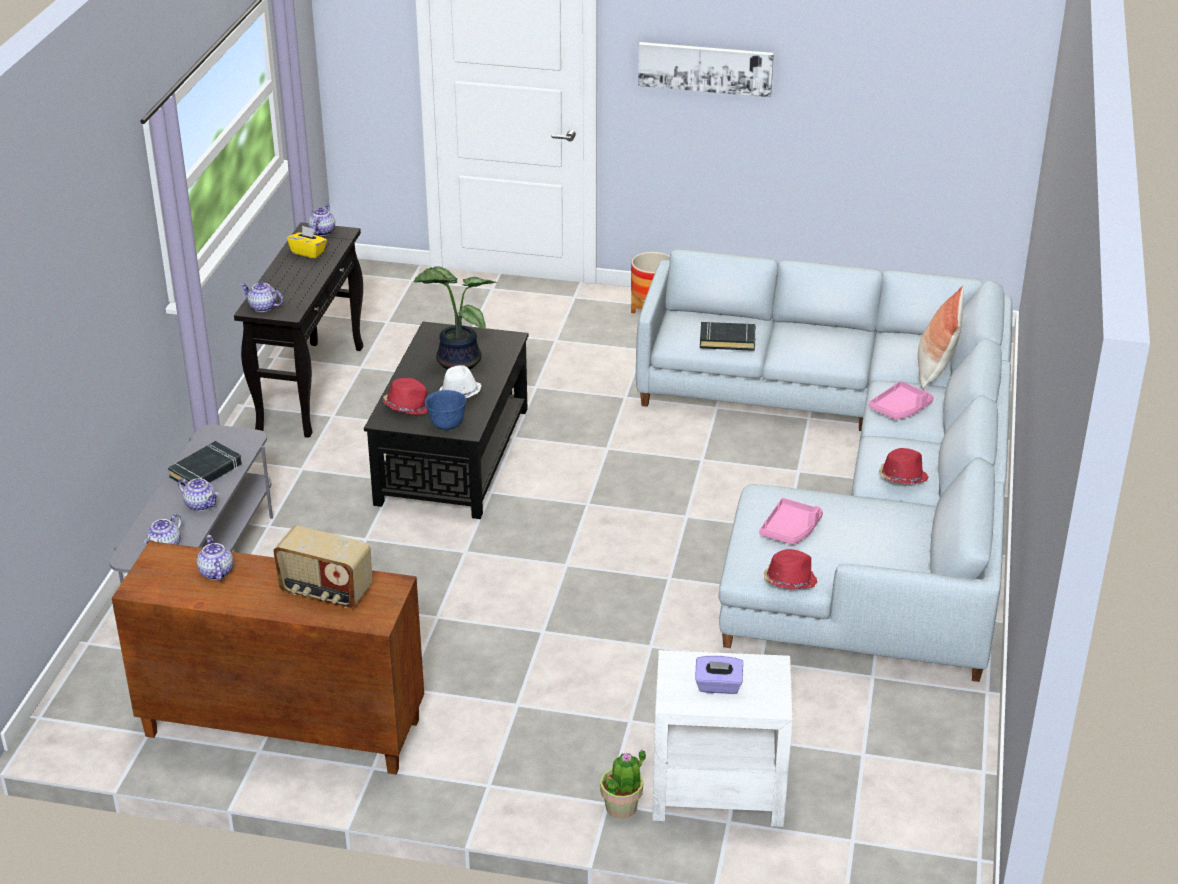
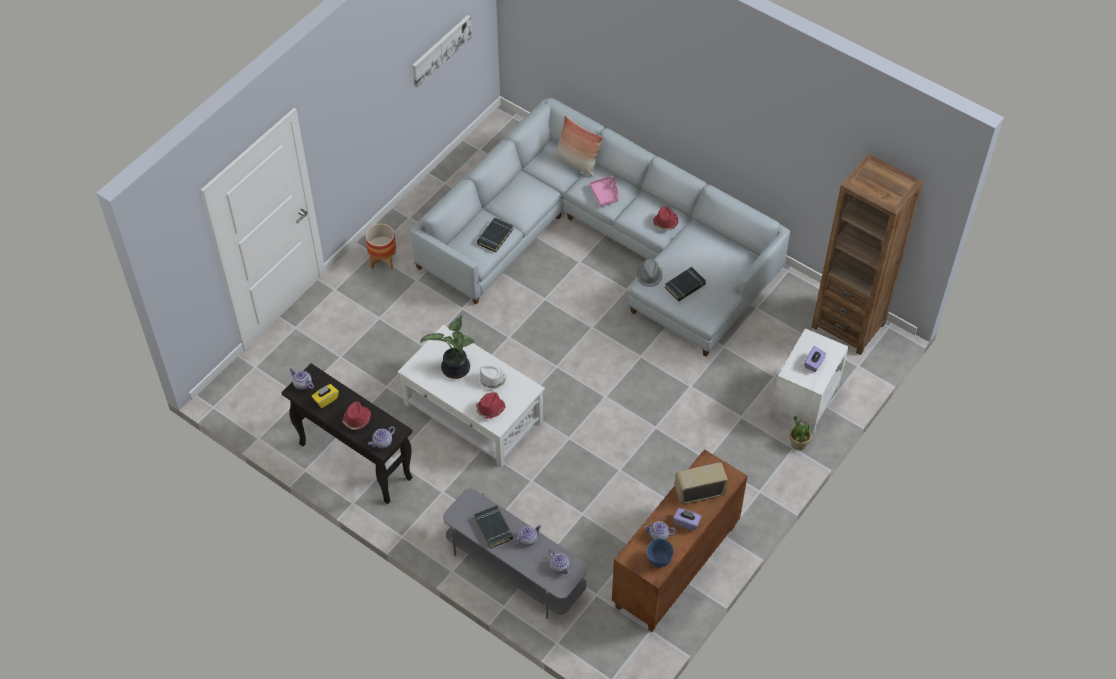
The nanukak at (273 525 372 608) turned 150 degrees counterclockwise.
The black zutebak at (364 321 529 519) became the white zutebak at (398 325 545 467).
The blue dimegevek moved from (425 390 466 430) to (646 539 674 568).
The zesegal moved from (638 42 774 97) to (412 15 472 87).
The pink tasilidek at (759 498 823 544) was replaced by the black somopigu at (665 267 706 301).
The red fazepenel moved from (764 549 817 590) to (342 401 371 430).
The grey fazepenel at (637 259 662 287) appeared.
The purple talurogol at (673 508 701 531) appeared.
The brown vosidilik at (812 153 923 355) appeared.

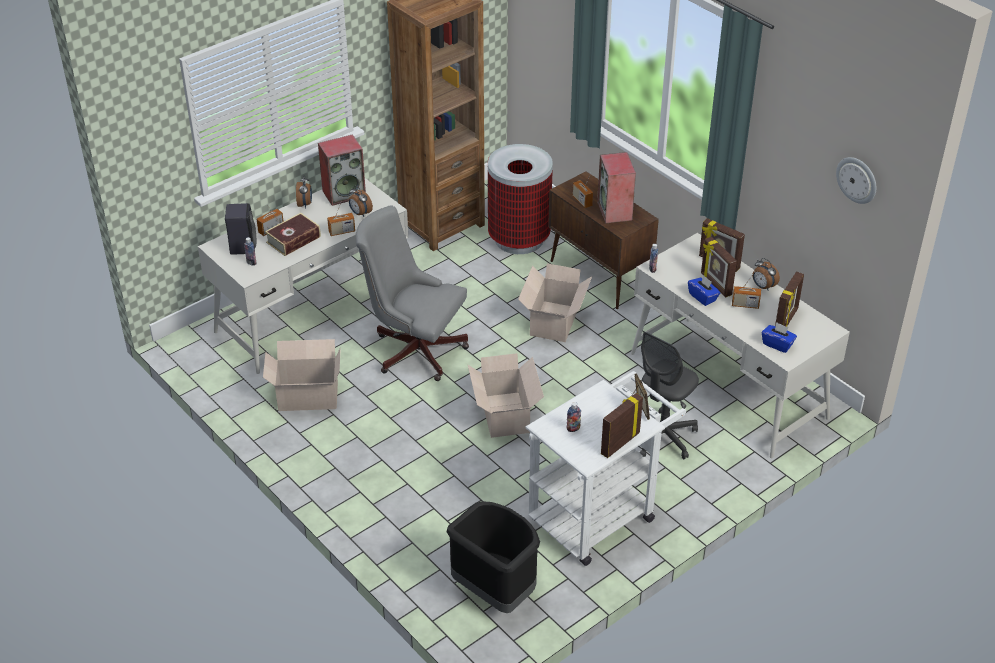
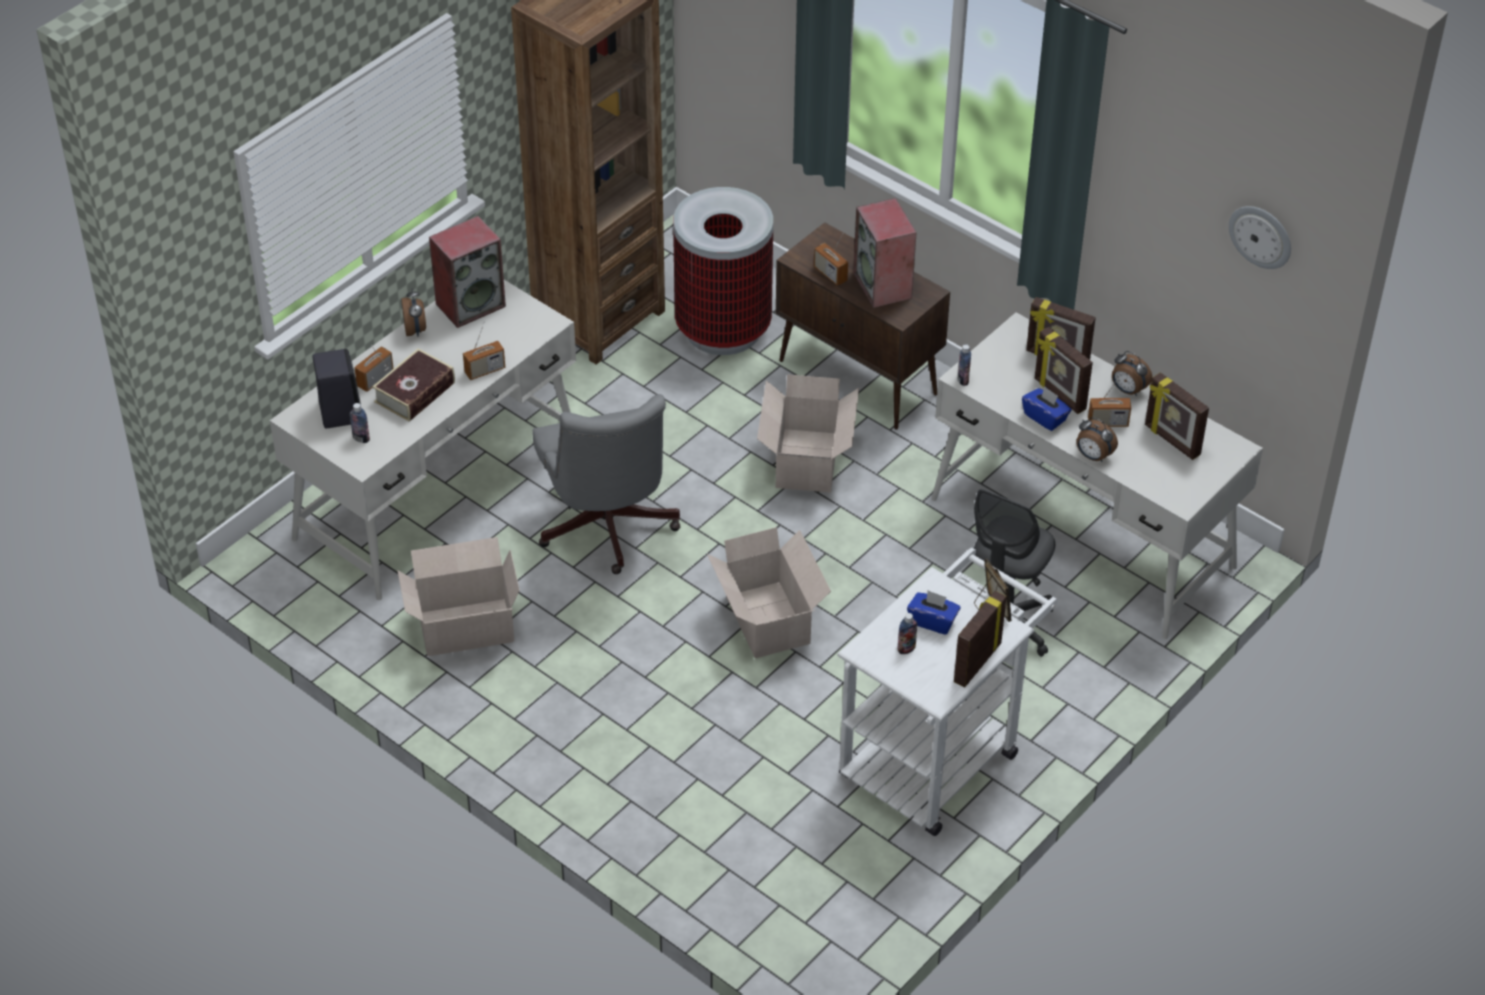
The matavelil moved from (349 186 373 217) to (1076 417 1118 462).
The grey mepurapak at (355 205 469 381) turned 120 degrees counterclockwise.
The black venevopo at (447 501 540 613) disappeared.
The blue talurogol moved from (762 322 797 353) to (907 590 961 635).
The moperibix at (775 272 804 327) turned 120 degrees clockwise.

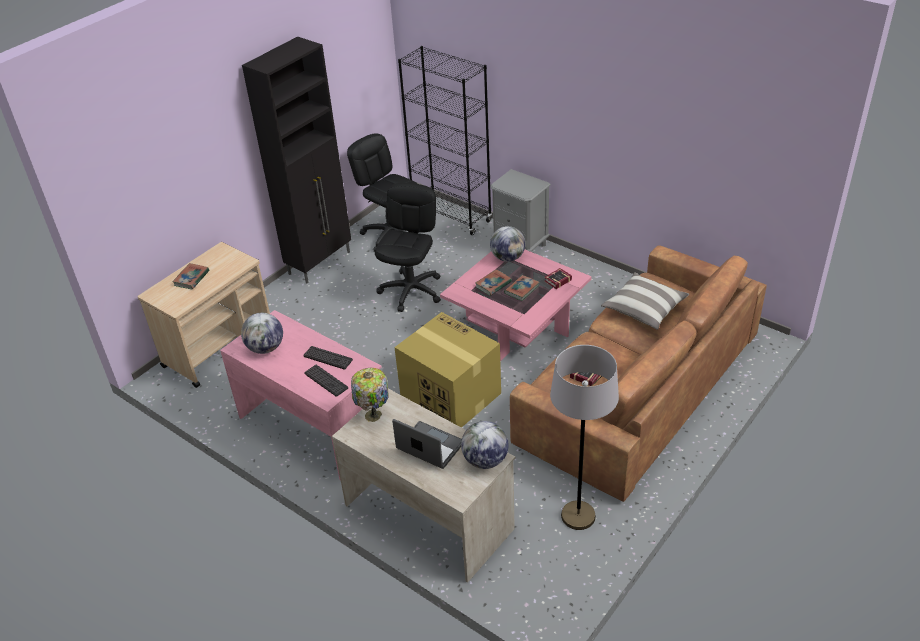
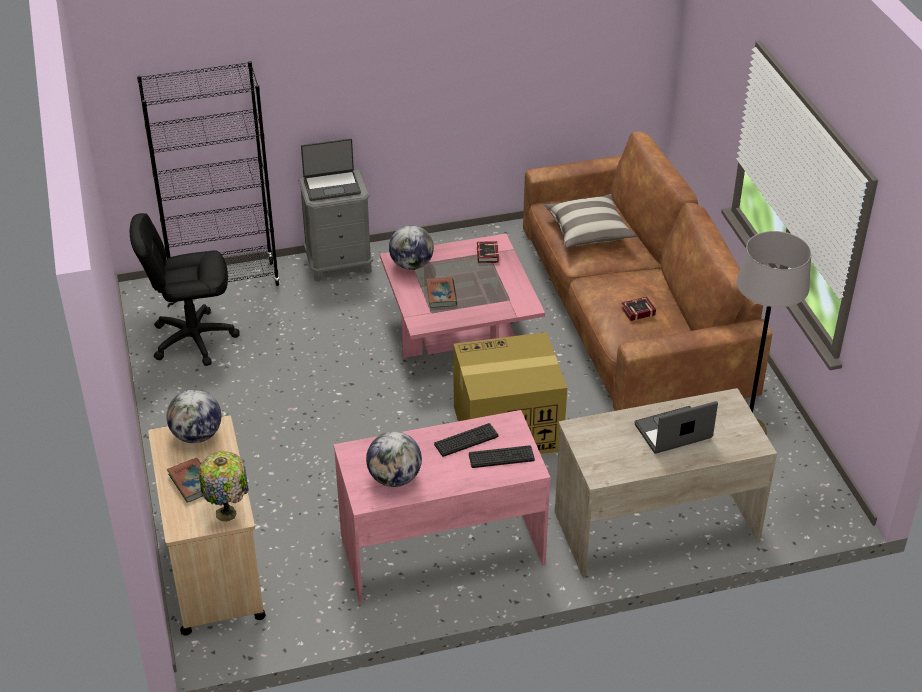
The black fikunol at (242 37 351 283) disappeared.
The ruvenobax moved from (351 368 388 422) to (199 451 248 522).
The black mepurapak at (375 183 441 312) disappeared.
The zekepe moved from (461 421 509 469) to (166 389 221 443).
The somopigu at (504 275 540 301) disappeared.
The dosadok at (301 138 361 201) appeared.

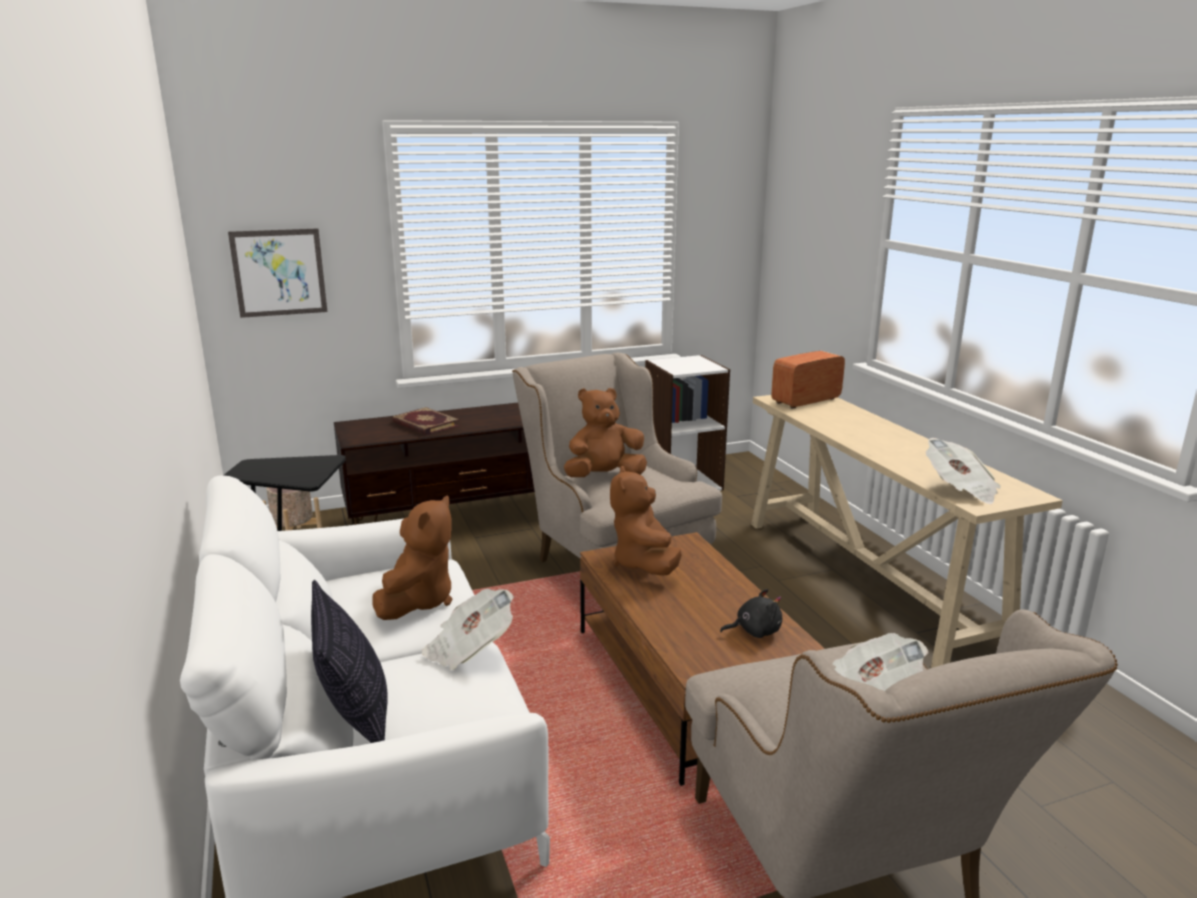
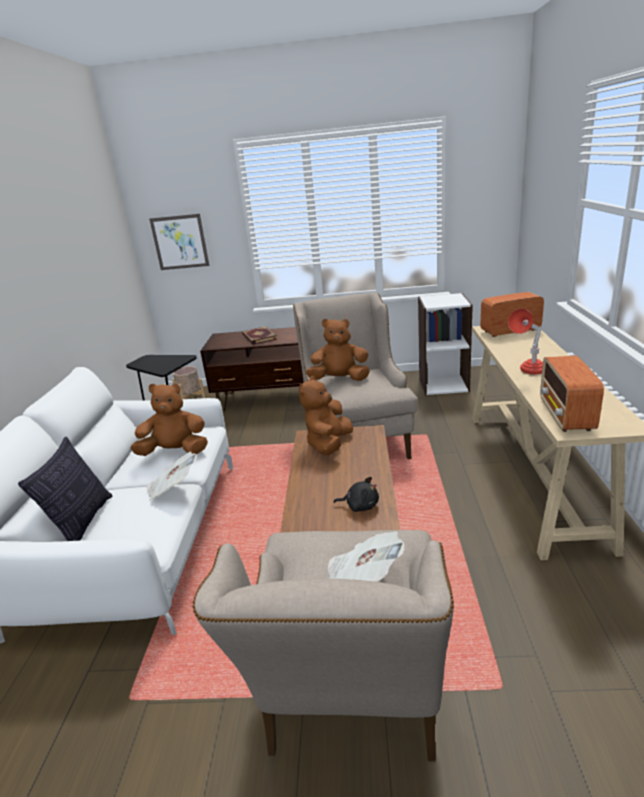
The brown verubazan at (372 496 452 620) turned 135 degrees counterclockwise.
The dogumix at (926 438 1000 504) was replaced by the nanukak at (540 356 604 432).
The red ruvenobax at (508 309 543 374) appeared.

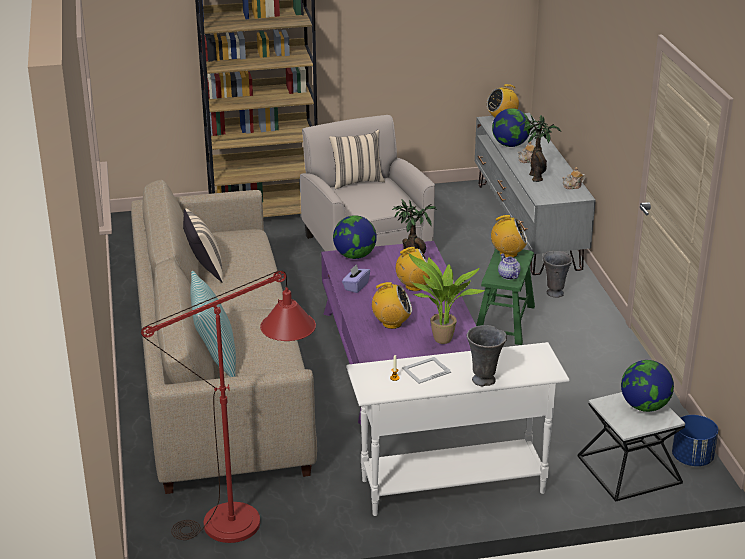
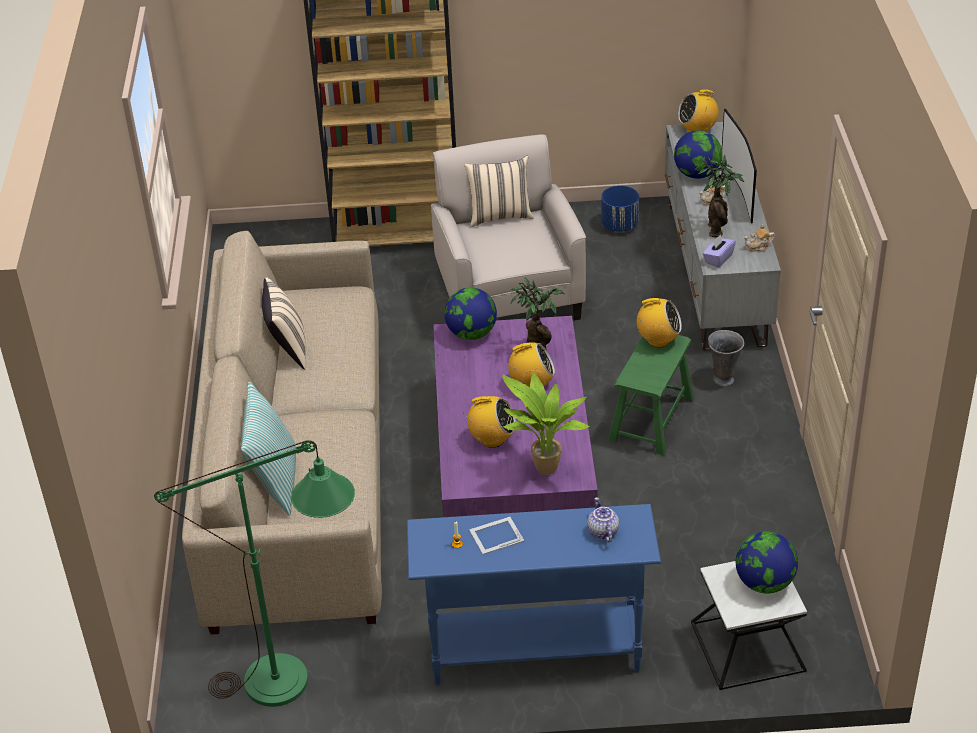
The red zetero at (141 270 316 543) became the green zetero at (154 440 355 707).
The purple talurogol moved from (342 264 370 293) to (703 234 736 268).
The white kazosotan at (346 342 570 516) became the blue kazosotan at (407 504 661 685).
The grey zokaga at (467 325 507 386) disappeared.
The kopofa moved from (498 253 521 280) to (587 497 619 542).
The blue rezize moved from (672 415 718 466) to (601 185 639 232).
The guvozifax at (721 109 757 223) appeared.

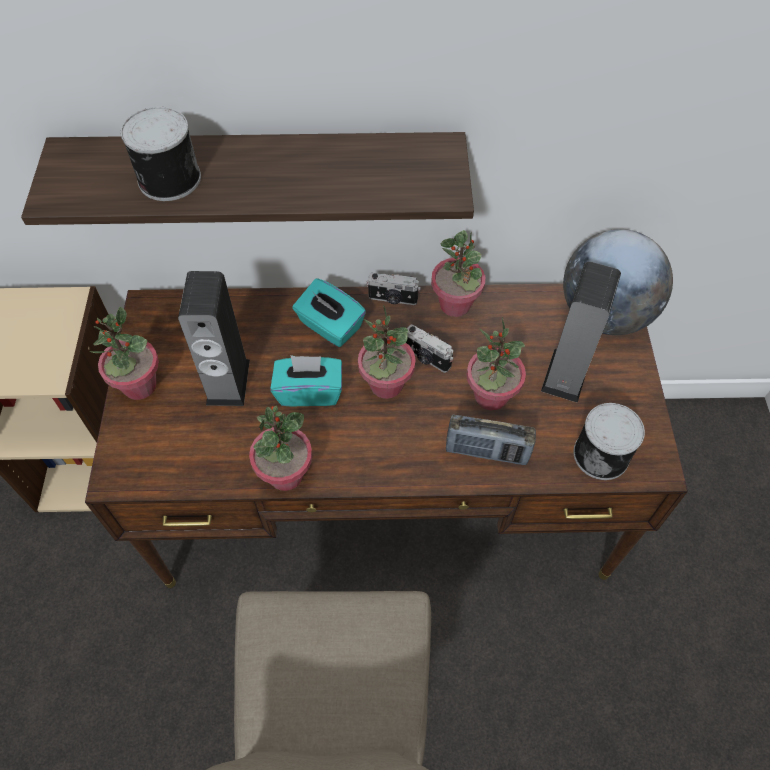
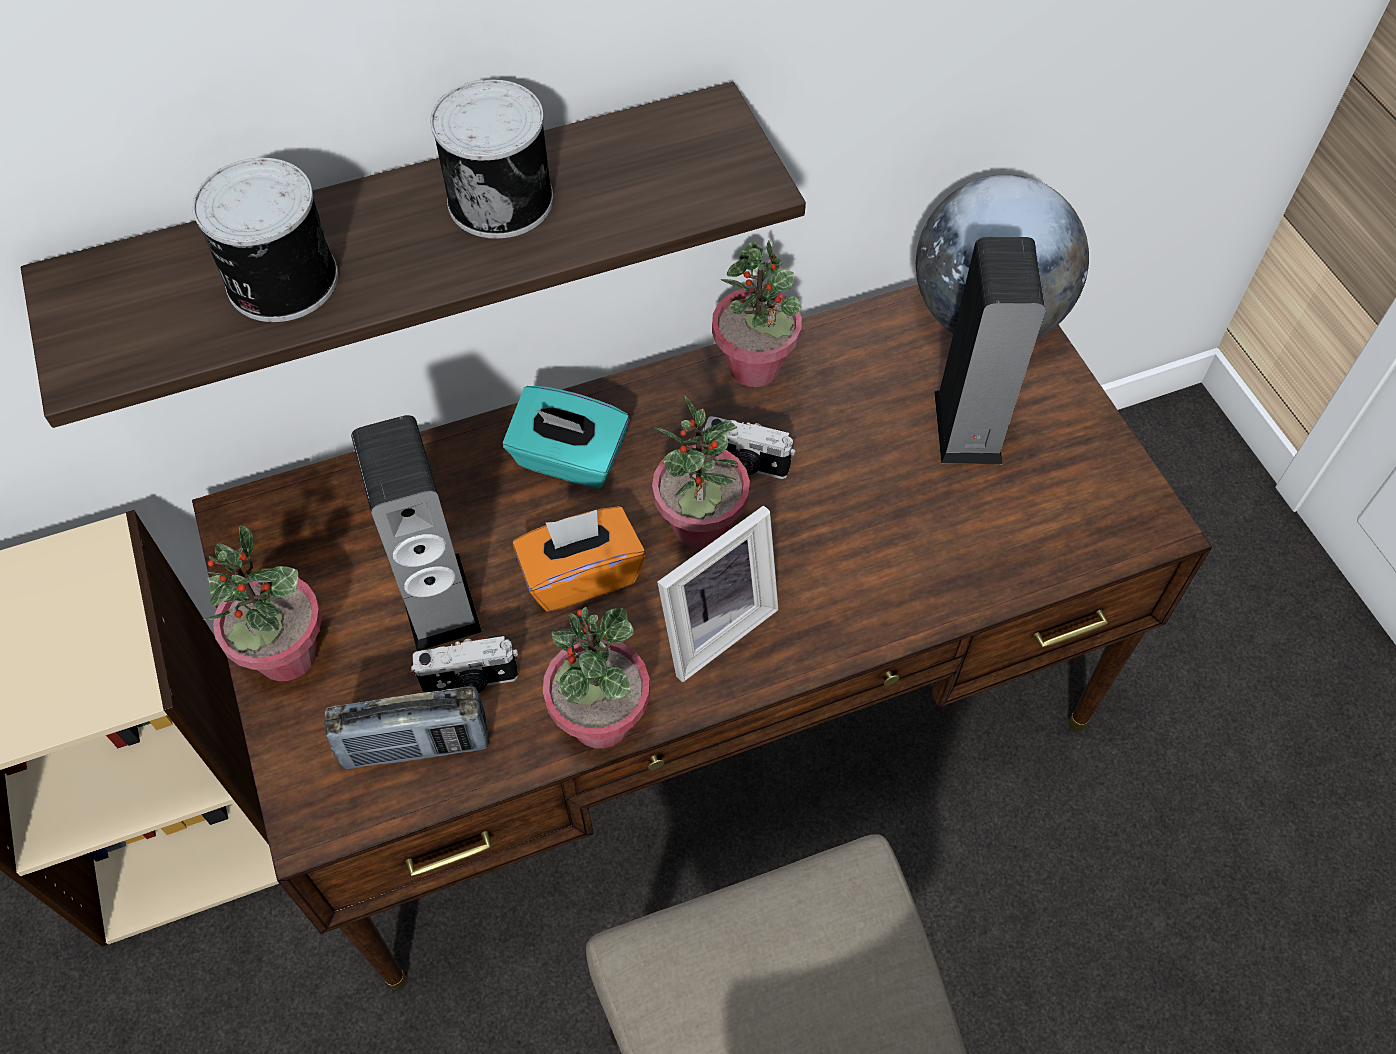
The turquoise talurogol at (270 355 342 407) became the orange talurogol at (513 506 646 611).
The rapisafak moved from (366 273 421 305) to (411 636 518 693).
The nanukak moved from (446 415 536 465) to (324 686 489 769).
The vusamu at (466 317 526 410) disappeared.
The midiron moved from (573 403 645 480) to (430 79 553 239).
The moperibix at (657 505 779 682) appeared.

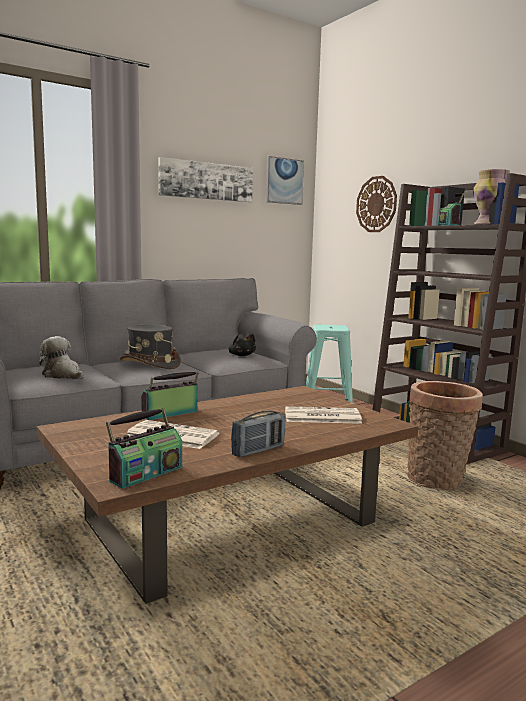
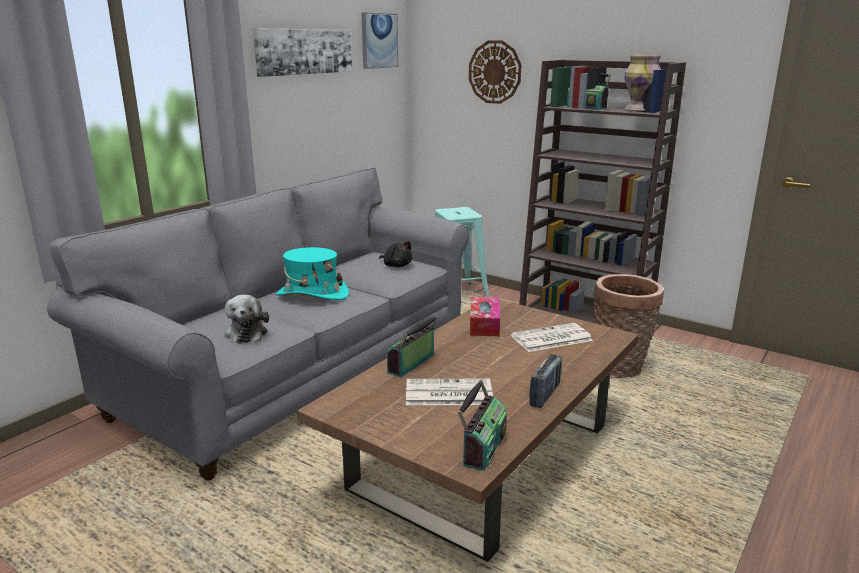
The verubazan at (39 336 84 380) turned 120 degrees counterclockwise.
The grey fazepenel at (120 325 181 369) became the turquoise fazepenel at (276 247 349 300).
The talurogol at (470 297 500 336) appeared.

